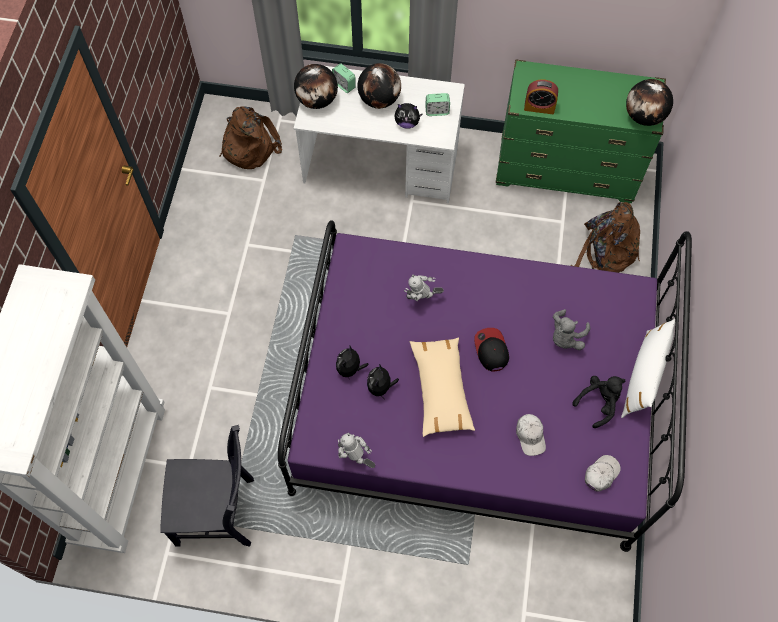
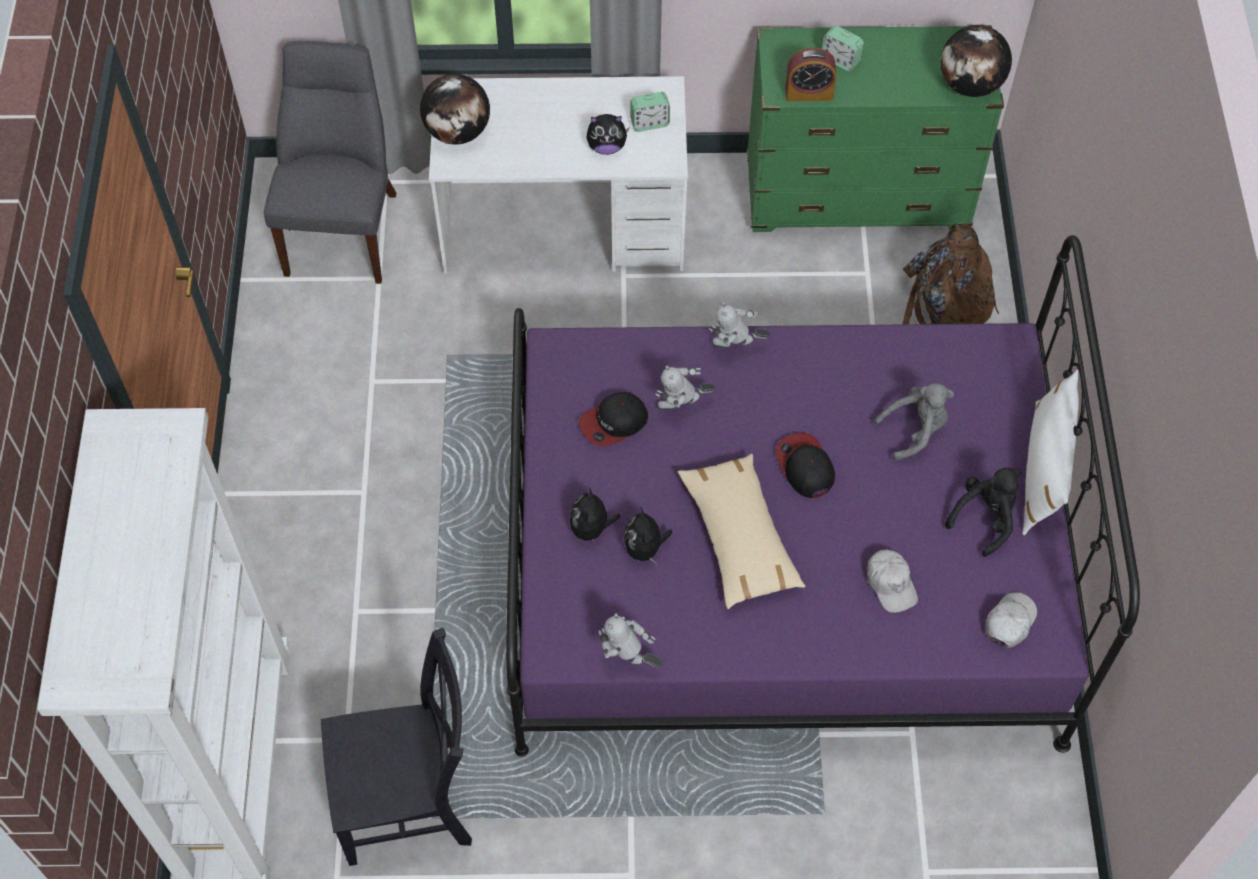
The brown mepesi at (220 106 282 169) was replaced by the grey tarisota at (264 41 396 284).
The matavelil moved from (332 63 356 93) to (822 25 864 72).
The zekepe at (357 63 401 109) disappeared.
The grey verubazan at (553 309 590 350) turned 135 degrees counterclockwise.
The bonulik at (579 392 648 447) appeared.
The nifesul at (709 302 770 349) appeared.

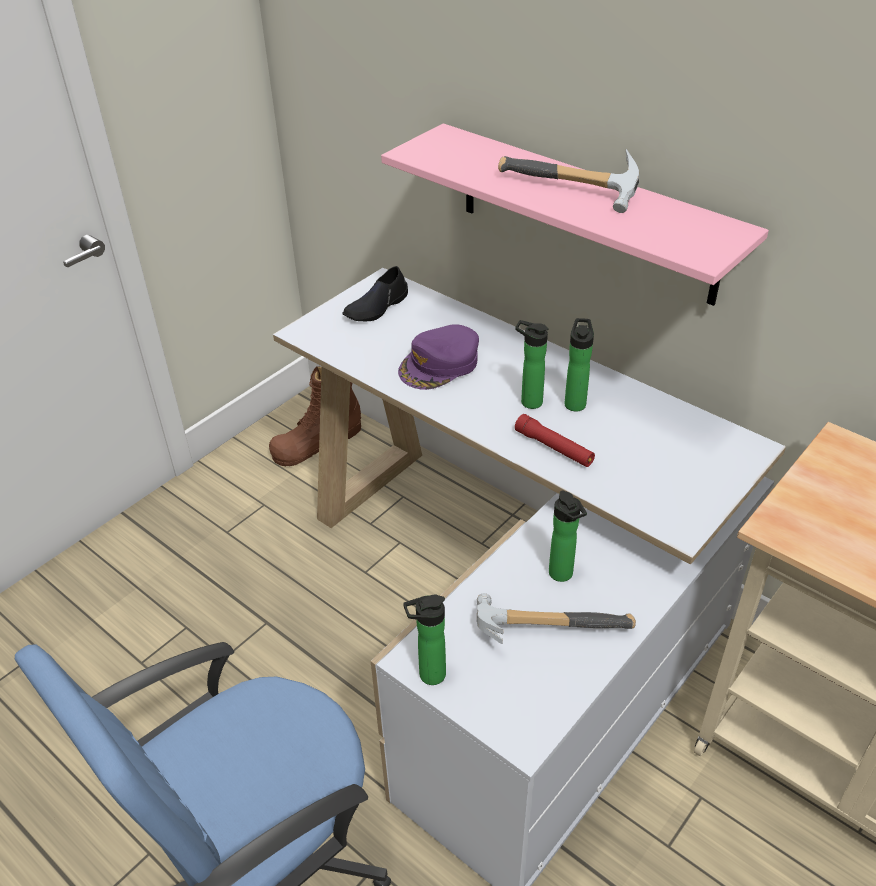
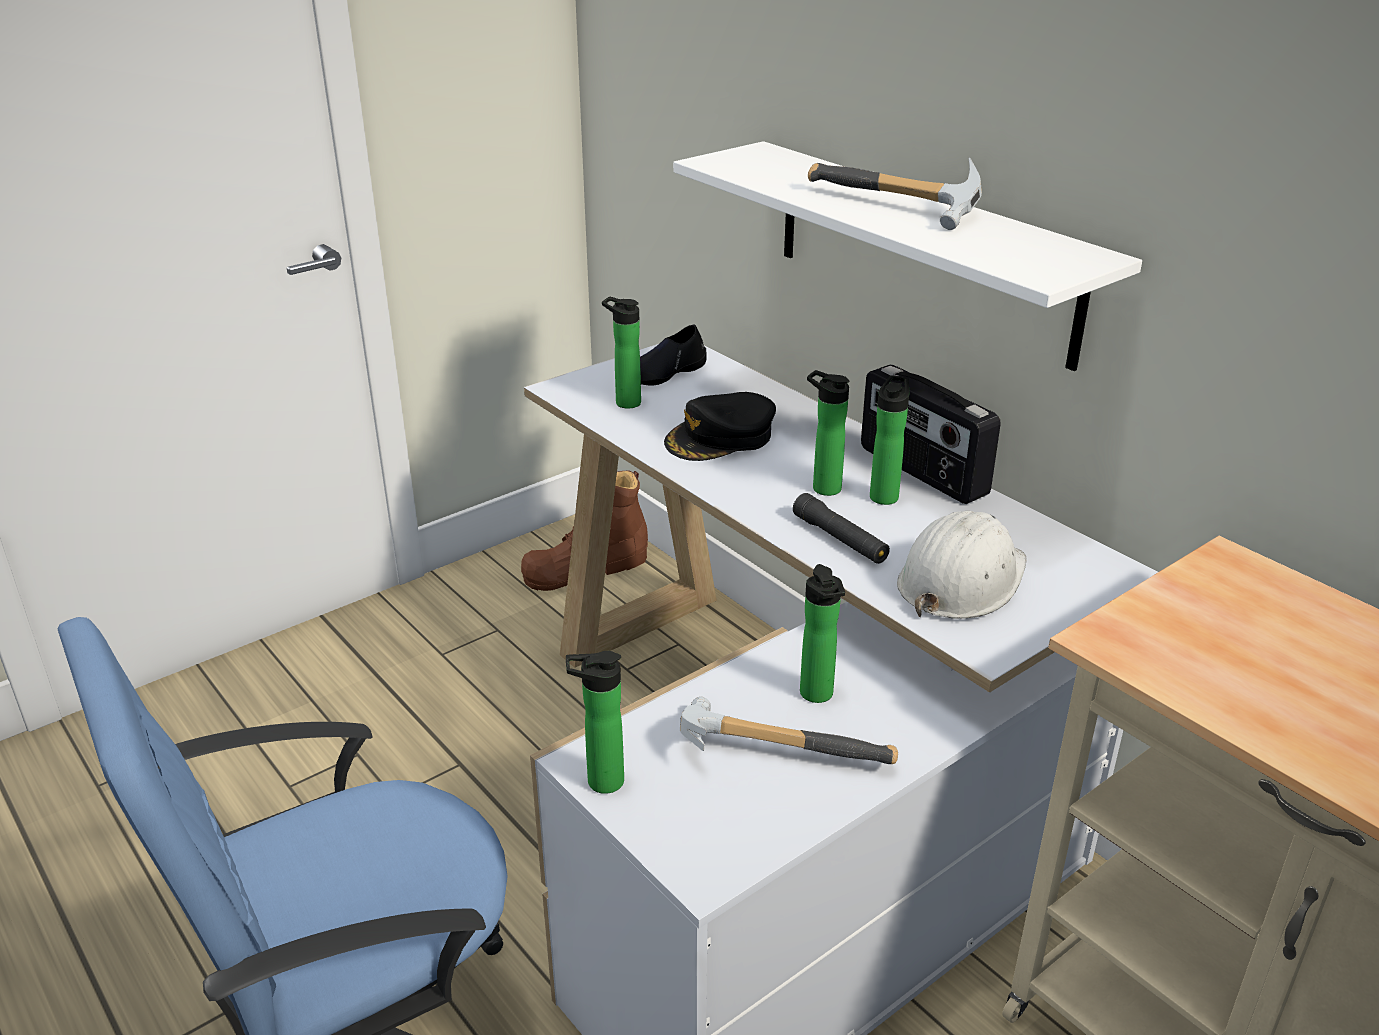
The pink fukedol at (381 124 769 306) became the white fukedol at (673 141 1142 371).
The purple bonulik at (398 324 479 390) became the black bonulik at (664 392 776 461).
The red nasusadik at (515 414 595 467) became the black nasusadik at (793 493 890 564).
The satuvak at (602 297 641 408) appeared.
The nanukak at (861 365 1001 504) appeared.
The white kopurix at (897 511 1027 619) appeared.

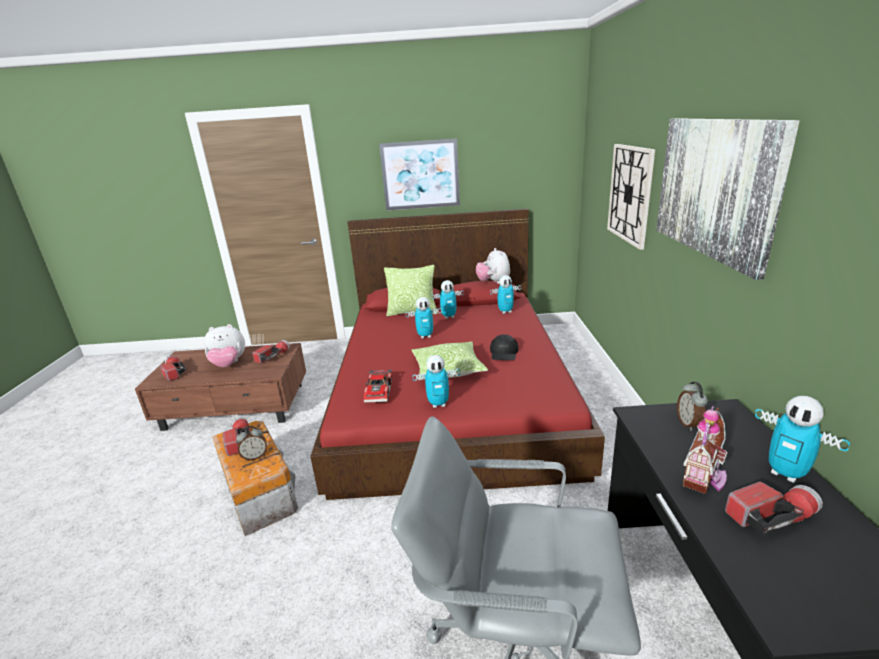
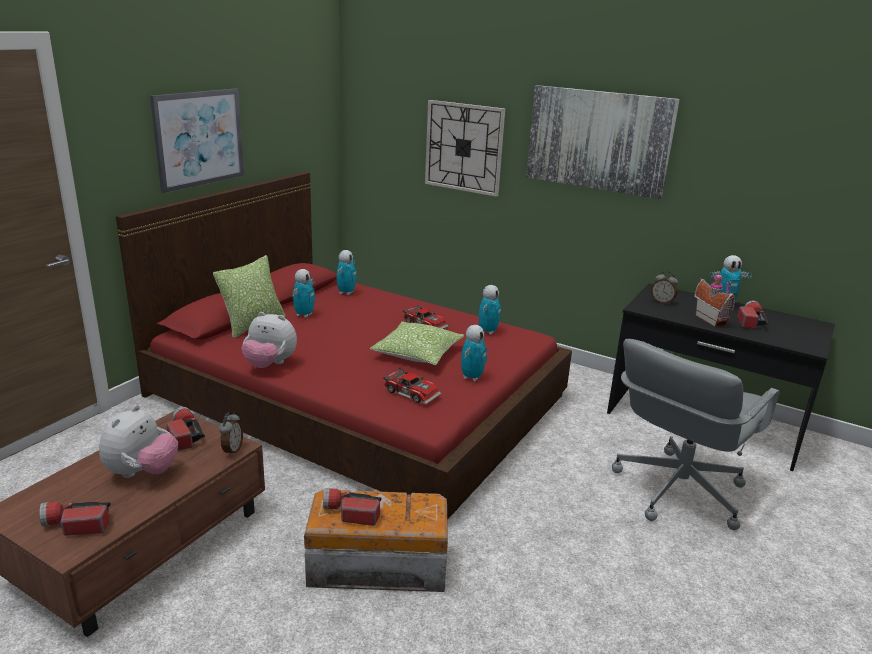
The matavelil moved from (236 426 267 461) to (219 412 243 456).
The nifesul moved from (405 297 442 339) to (479 285 501 335).
The verubazan moved from (476 248 510 284) to (242 312 297 368).
The black bonulik at (490 334 518 360) was replaced by the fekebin at (403 305 448 329).

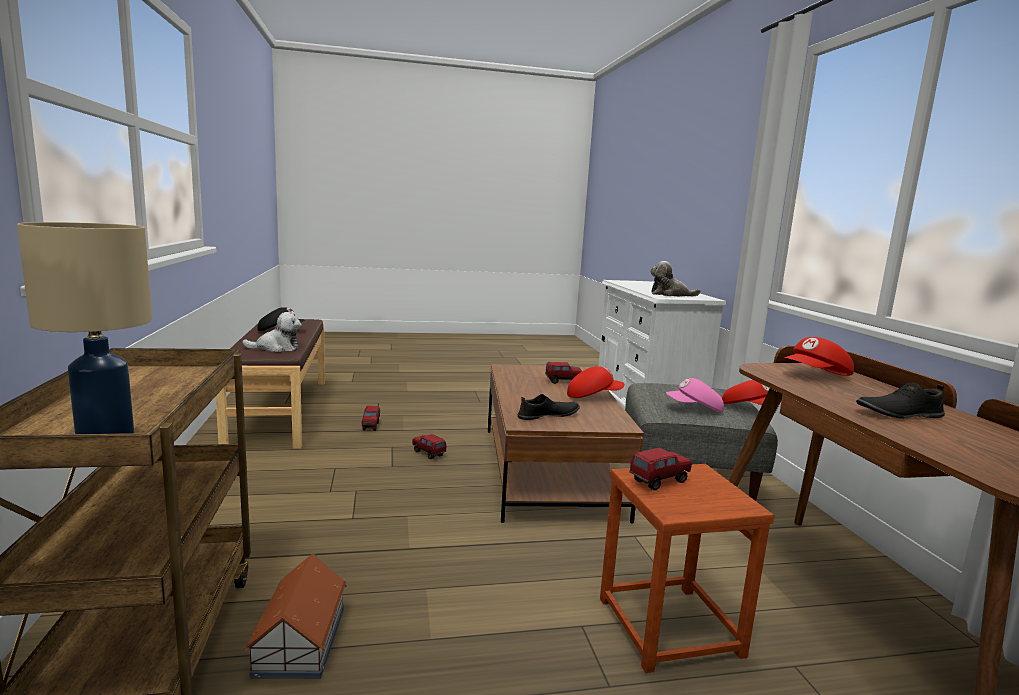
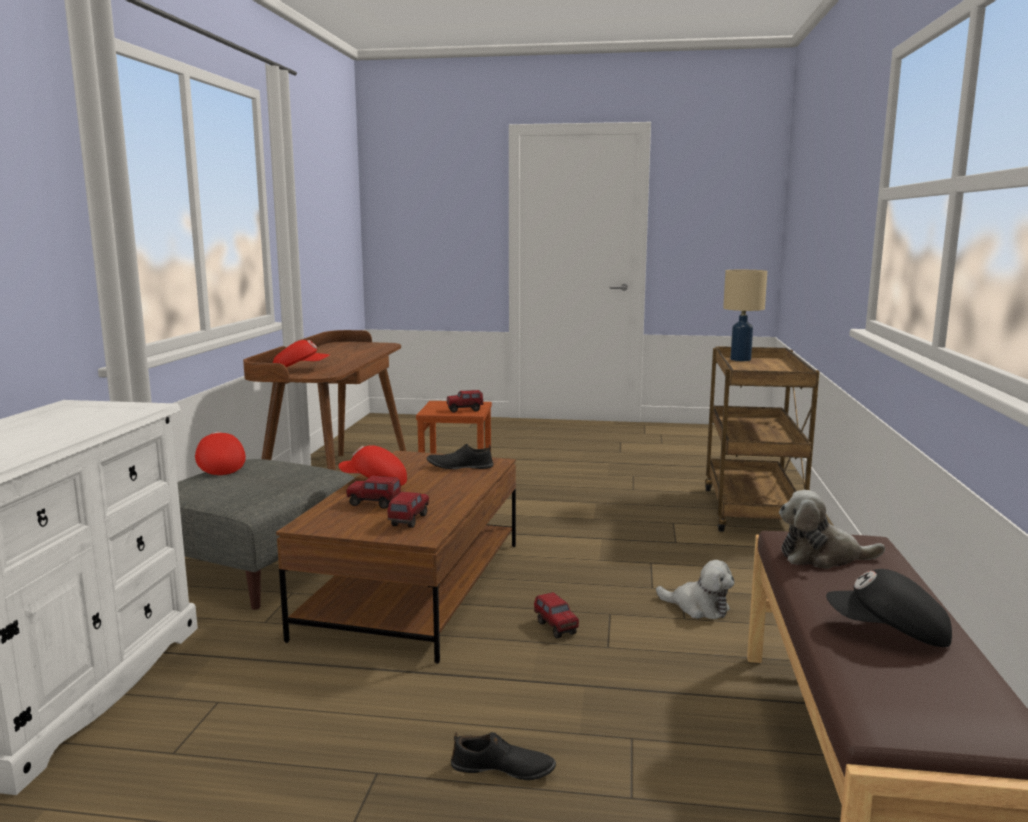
The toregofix at (244 554 347 679) disappeared.
The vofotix moved from (361 406 380 431) to (387 492 429 528).
The verubazan moved from (650 261 701 297) to (656 560 734 619).
The pink bonulik at (666 378 724 412) disappeared.
The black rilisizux moved from (856 382 945 418) to (451 732 556 780).

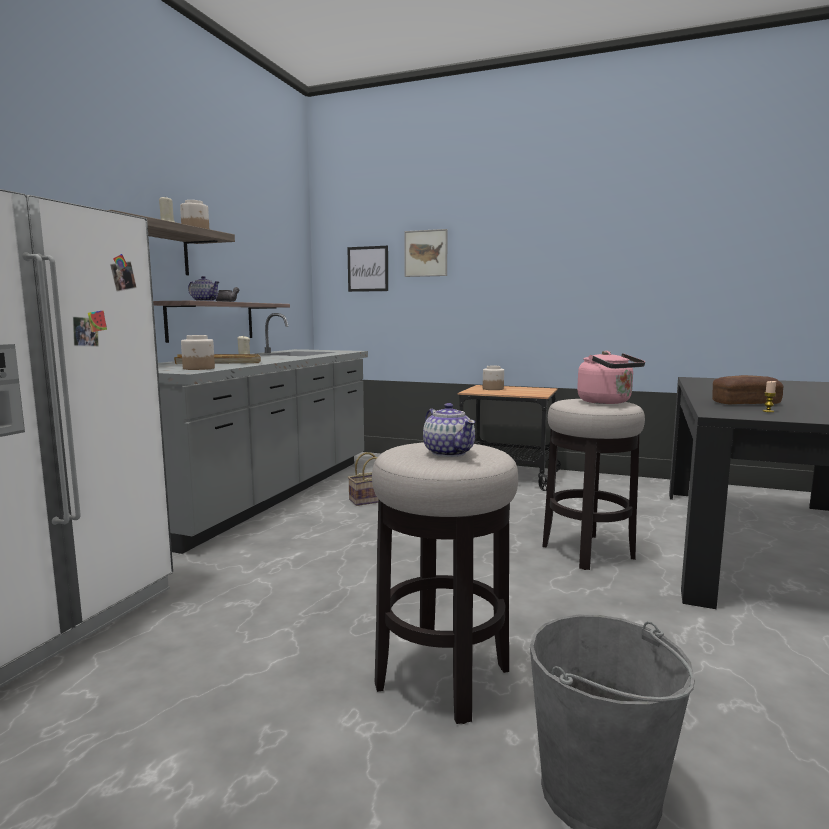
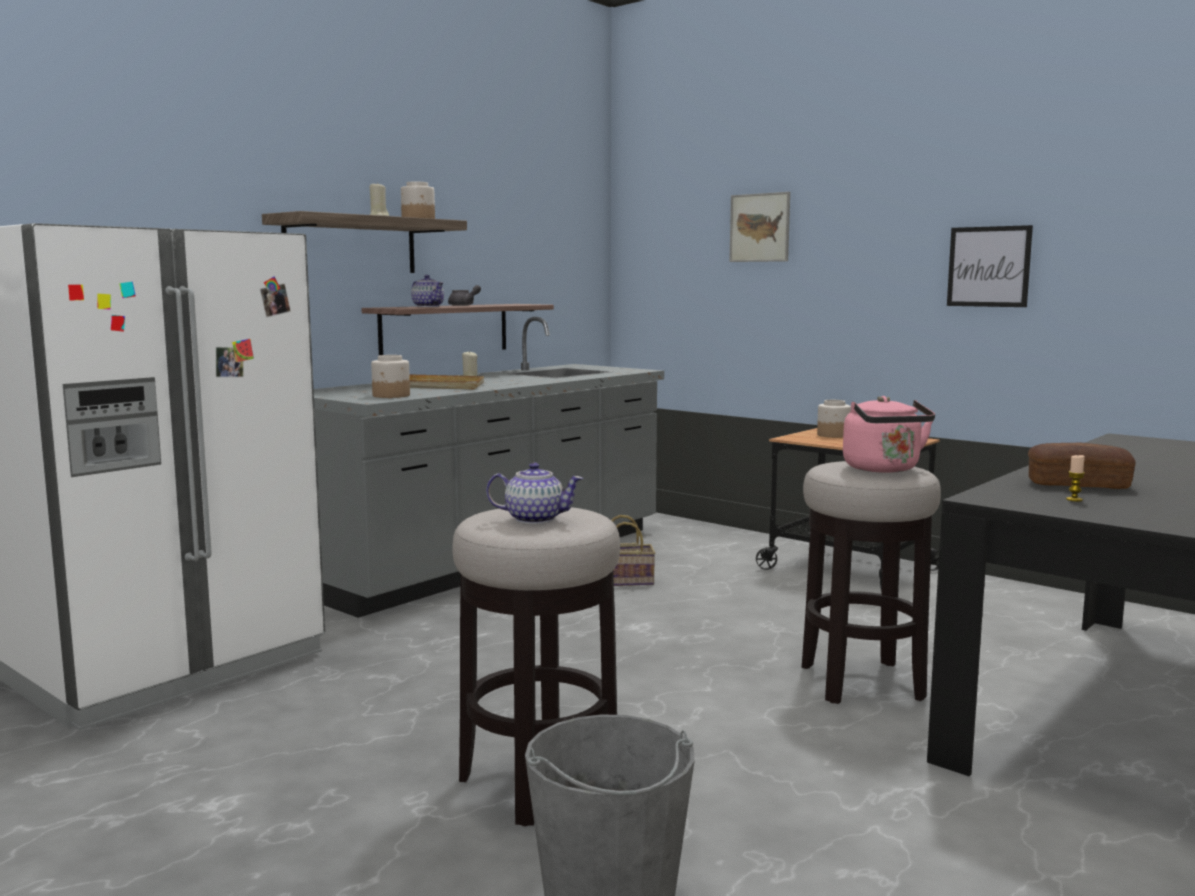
The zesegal moved from (347 246 388 292) to (947 225 1033 307).
The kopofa at (423 403 475 457) turned 75 degrees counterclockwise.

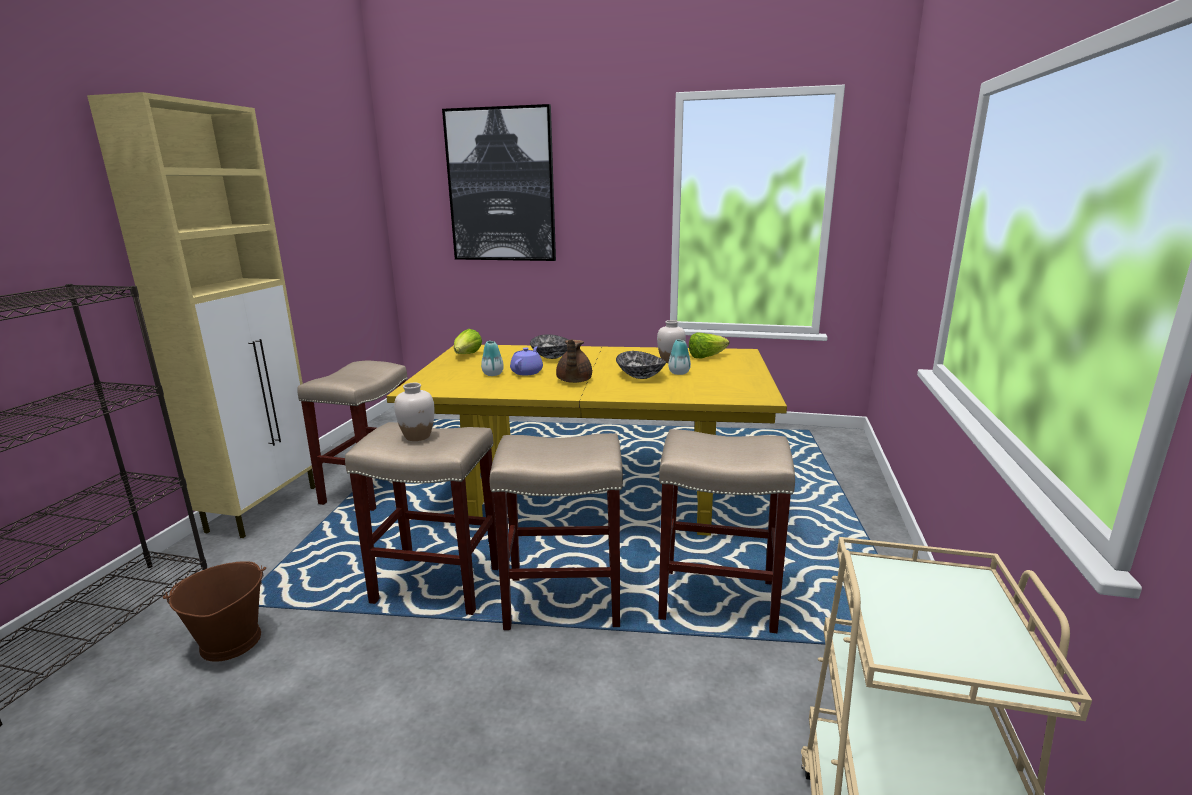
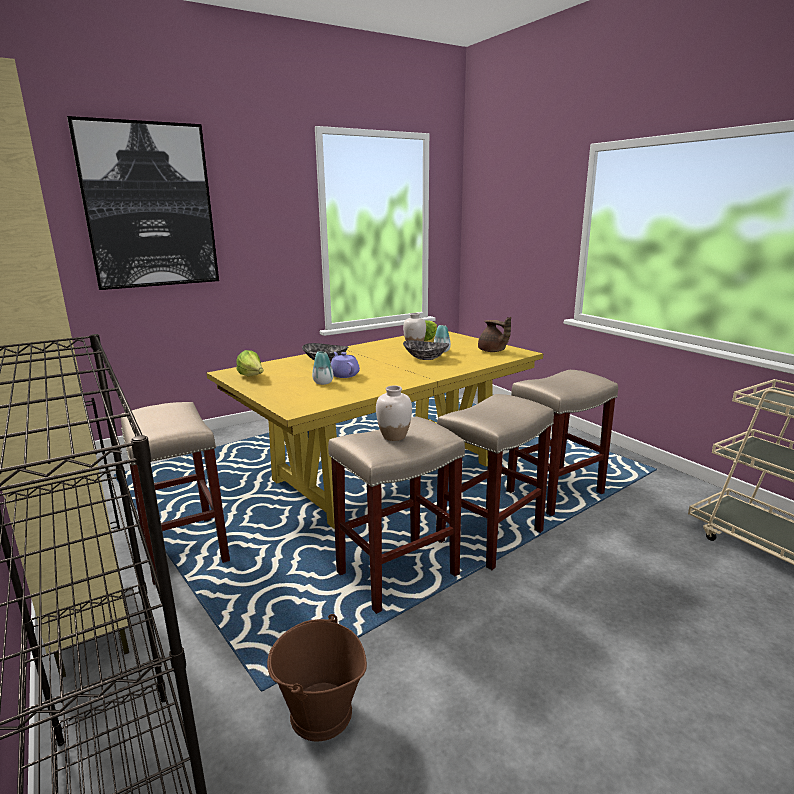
The brown kopofa moved from (556 339 592 383) to (478 317 511 352).

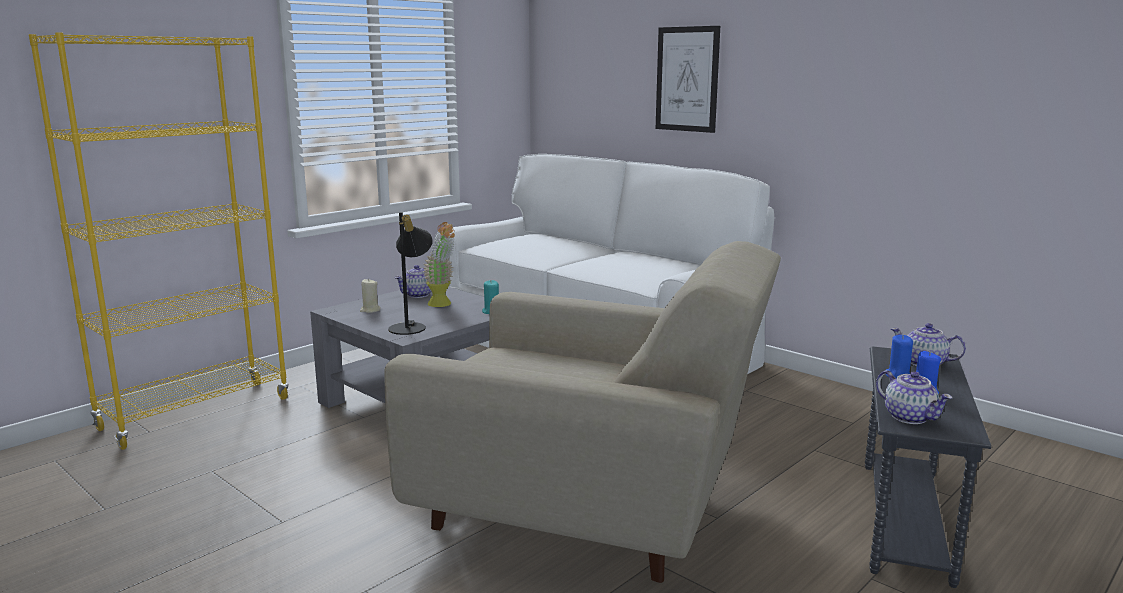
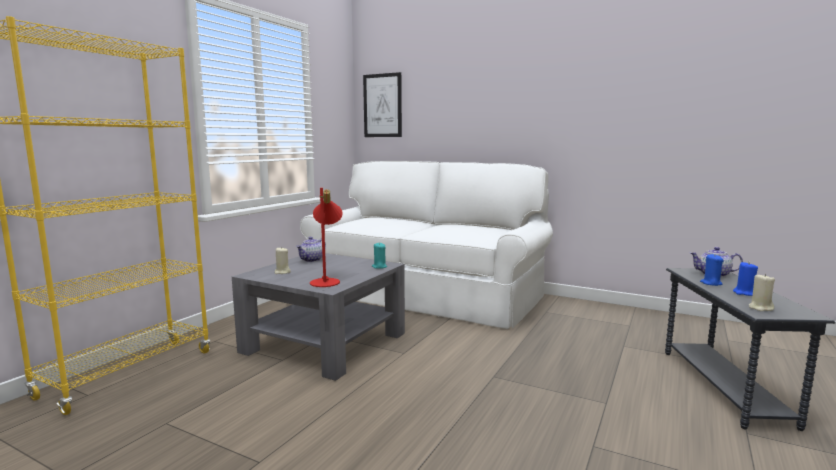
The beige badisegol at (384 241 781 583) disappeared.
The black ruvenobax at (388 212 432 335) became the red ruvenobax at (310 188 343 287).
The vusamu at (423 222 455 307) disappeared.
The zesegal moved from (656 26 720 133) to (363 72 402 137).
The kopofa at (876 370 952 424) was replaced by the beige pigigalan at (749 274 775 311).

